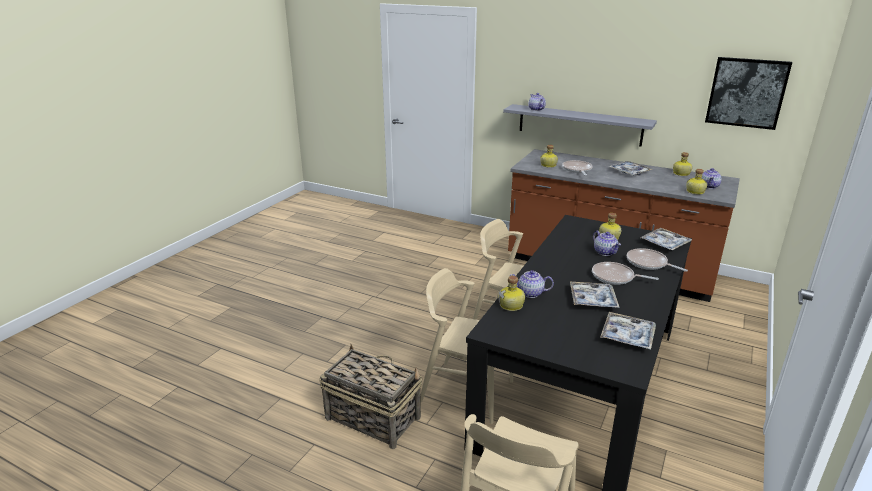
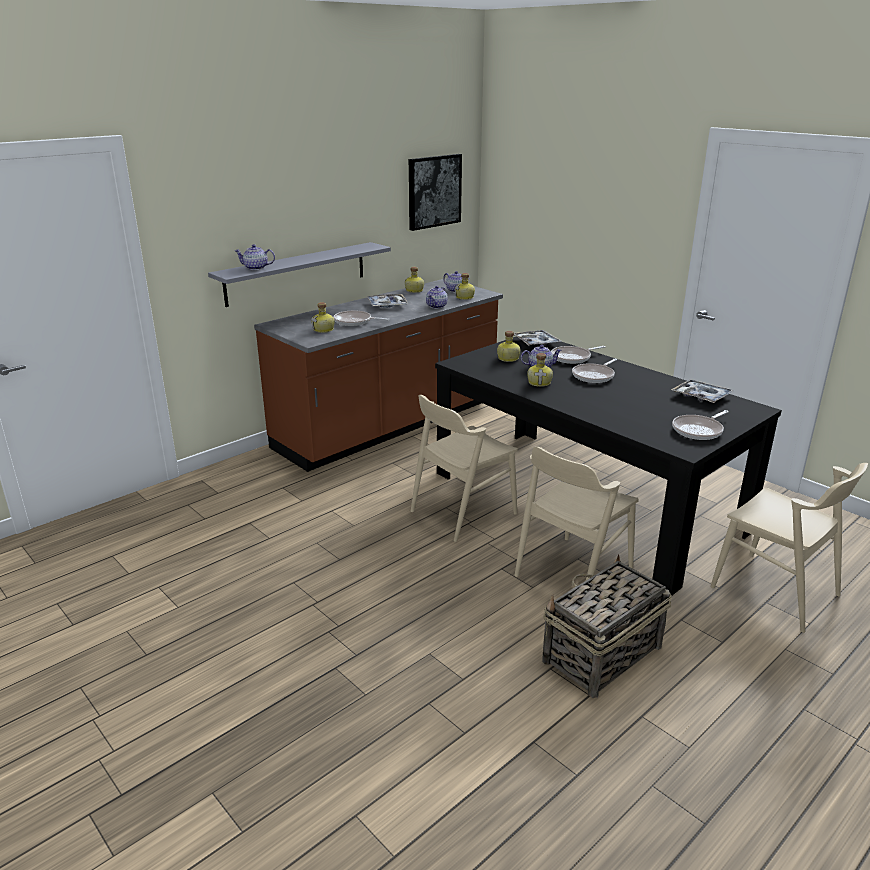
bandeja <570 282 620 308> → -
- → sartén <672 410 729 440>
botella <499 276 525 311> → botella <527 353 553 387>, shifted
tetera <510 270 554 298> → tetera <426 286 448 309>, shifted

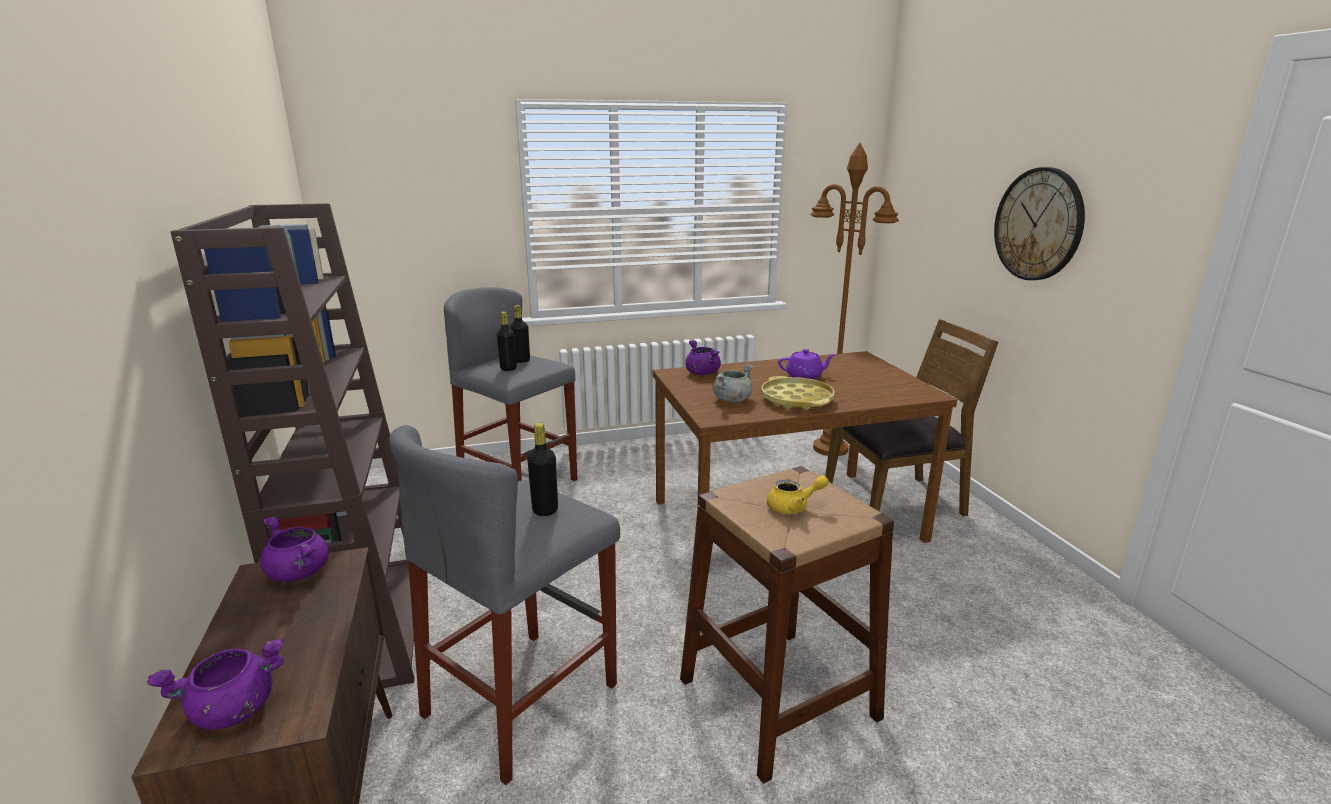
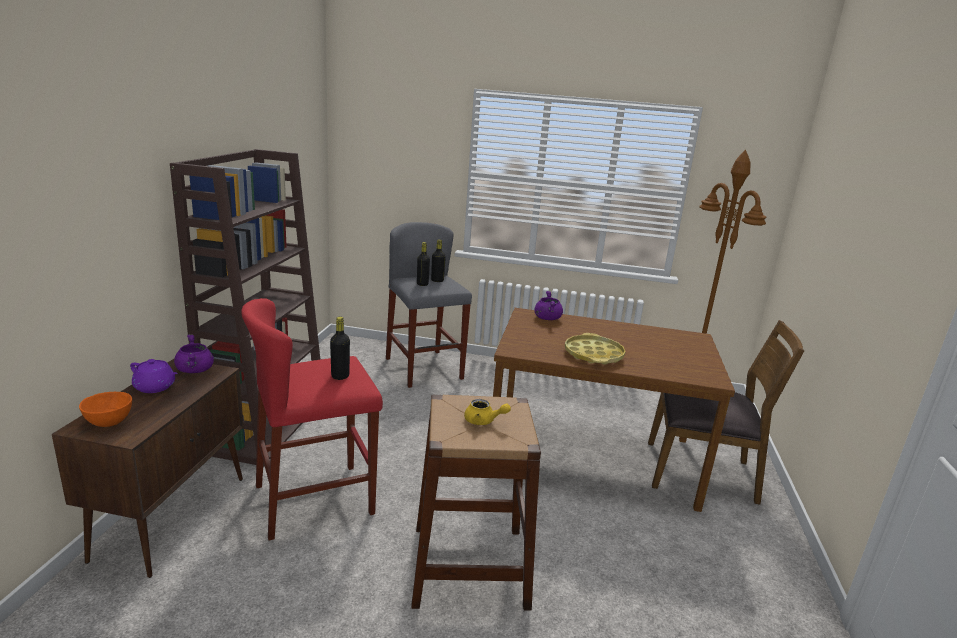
olla/gris <713 364 753 402> → -
reloj de pared <994 167 1085 280> → -
tetera/morado <778 349 836 379> → tetera/morado <130 359 178 393>, shifted
olla/morado <147 637 284 730> → cuenco/naranja <79 392 132 427>
taburete/gris <389 425 620 785> → taburete/rojo <241 298 383 540>

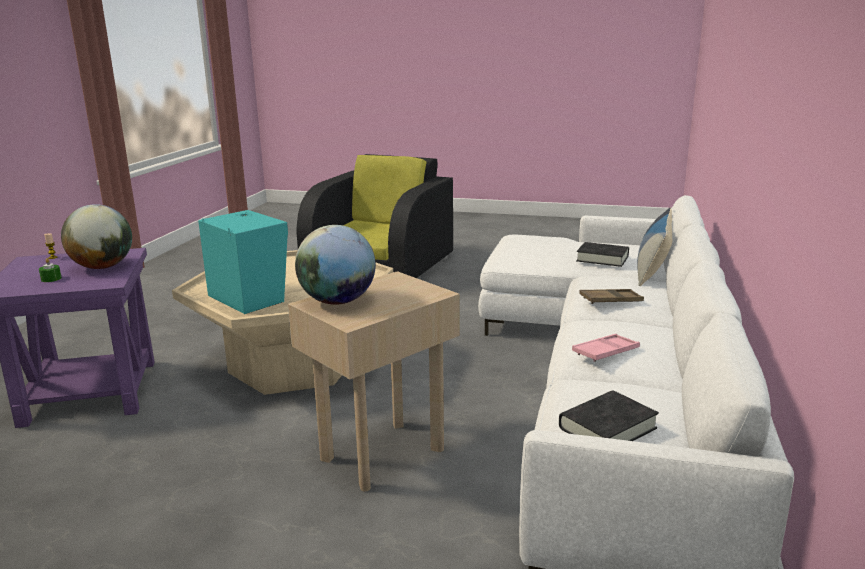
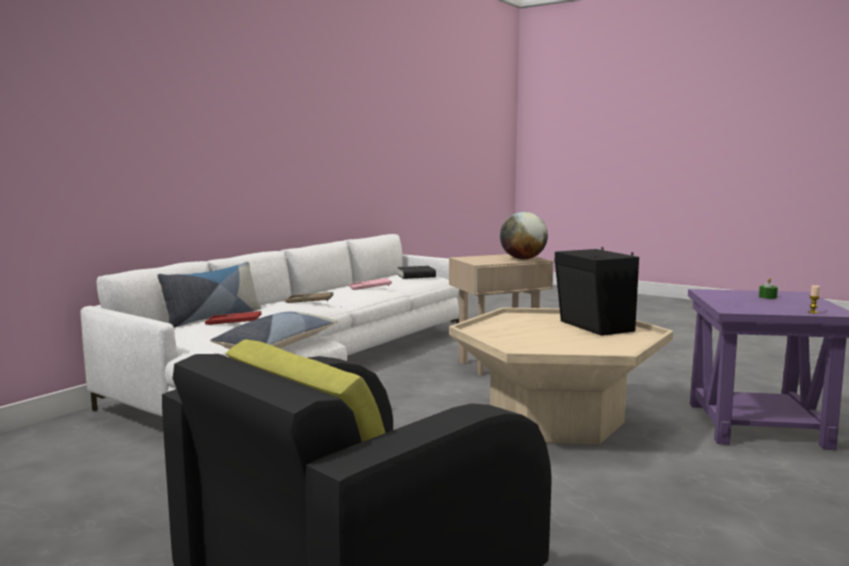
globo terráqueo <61 204 132 269> → -
- → cojín <210 311 338 349>
libro/negro <576 242 629 267> → bandeja/rojo <205 311 262 325>
altavoz/turquesa <198 210 288 314> → altavoz/negro <554 247 639 336>

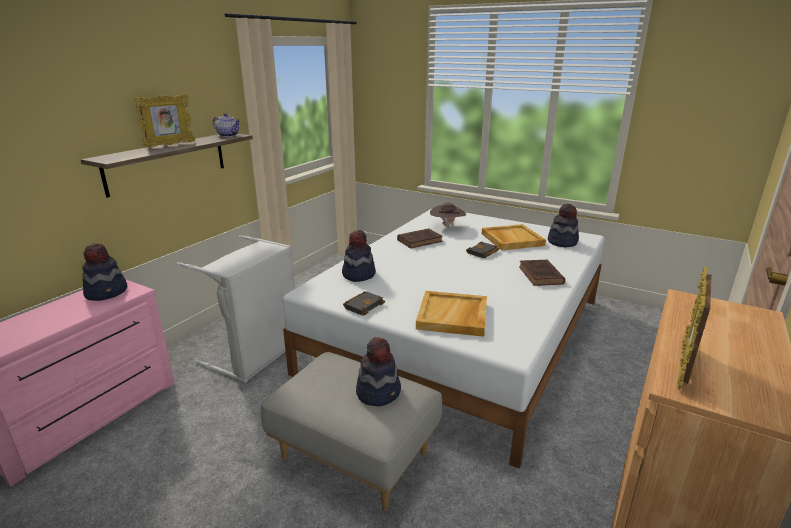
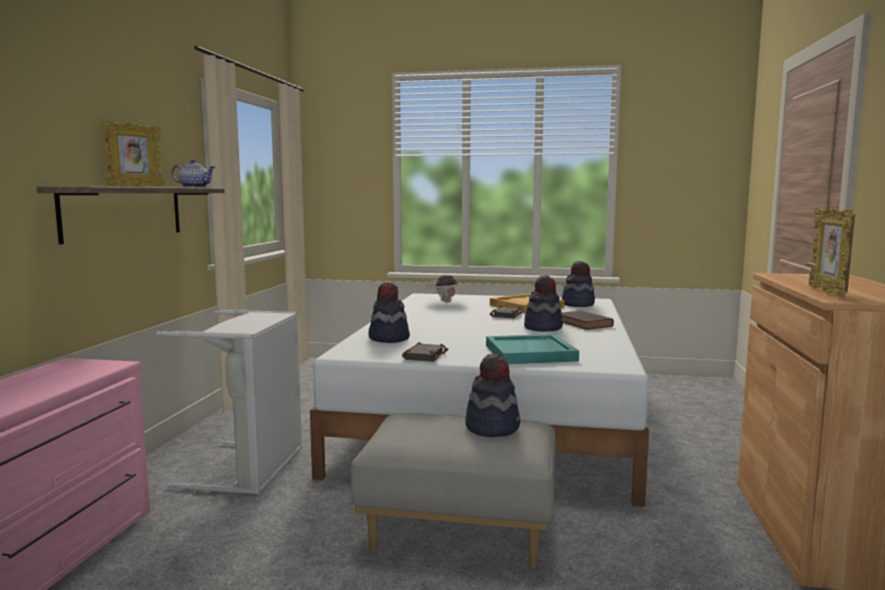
libro/marrón <397 228 443 249> → -
sombrero <82 243 127 301> → sombrero <524 275 563 332>, shifted
bandeja/beis <416 291 487 337> → bandeja/turquesa <486 334 579 364>

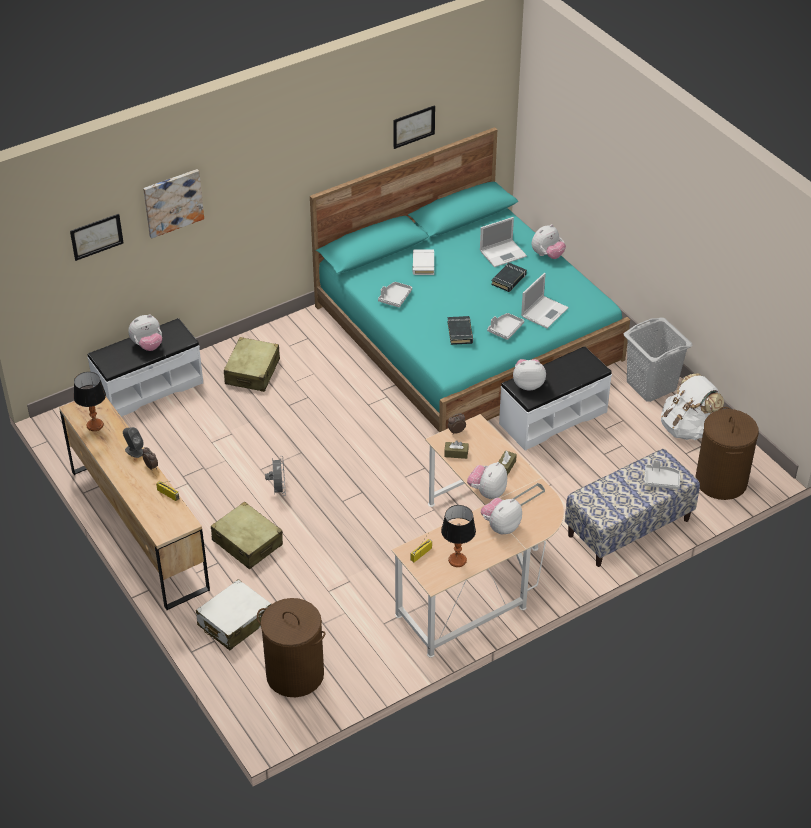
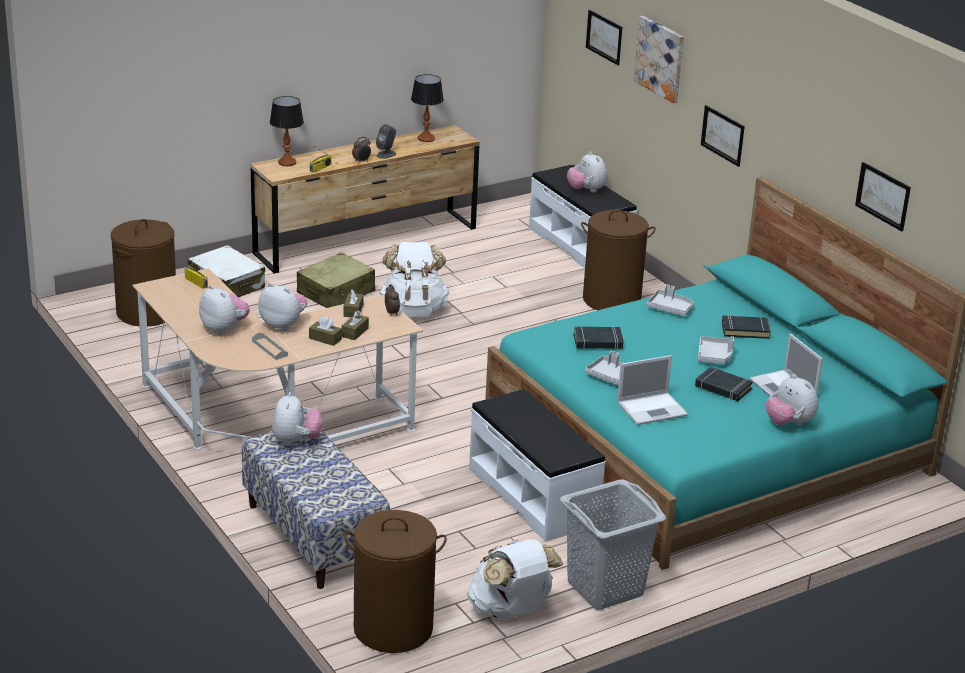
- → caja de pañuelos/marrón <342 310 369 340>
- → cuadro <701 105 745 167>
lámpara de mesa <441 505 476 567> → lámpara de mesa <270 96 304 166>, shifted
peluche <513 359 546 391> → peluche <272 392 322 446>, shifted
bandeja/gris <644 460 680 489> → bandeja/gris <698 336 734 364>, shifted
maleta/beis <224 337 280 392> → cesto de la ropa/marrón <581 210 656 310>
ventilador/gris <265 456 286 496> → mochila/blanco <379 242 449 317>
libro/blanco <413 249 434 275> → libro/negro <722 315 771 339>
portátil <521 273 569 328> → portátil <617 355 688 425>, 60 degrees counterclockwise

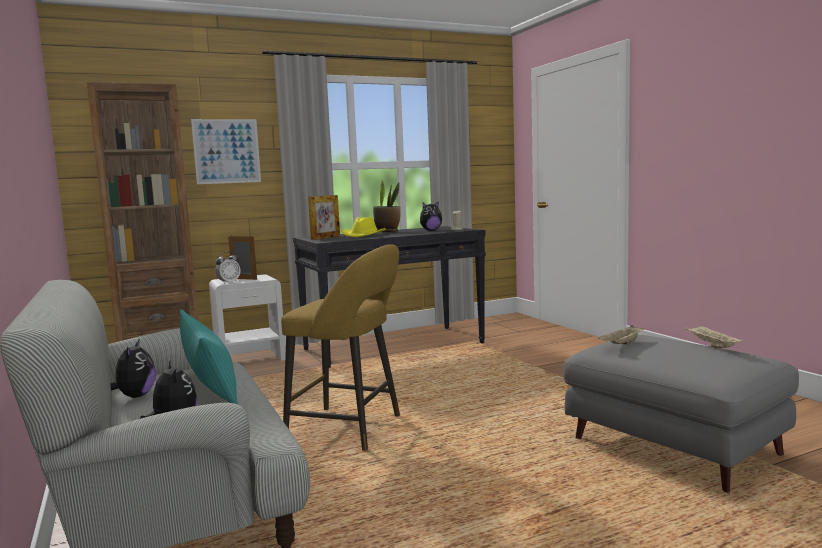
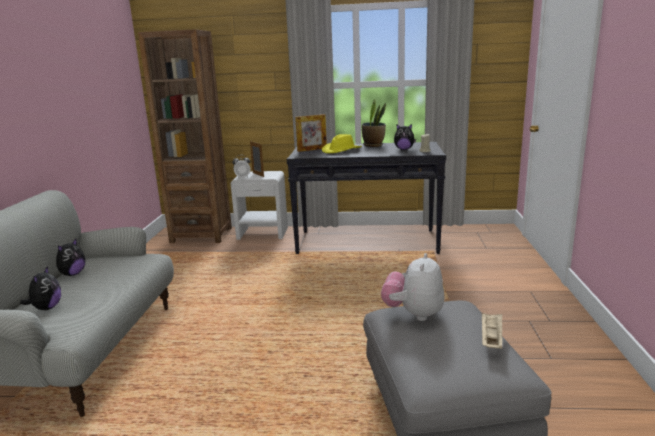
cojín/turquesa <180 310 238 405> → -
cuadro <191 119 261 184> → -
taburete/amarillo <281 244 400 451> → -
bandeja/beis <598 325 645 345> → peluche <381 253 444 321>

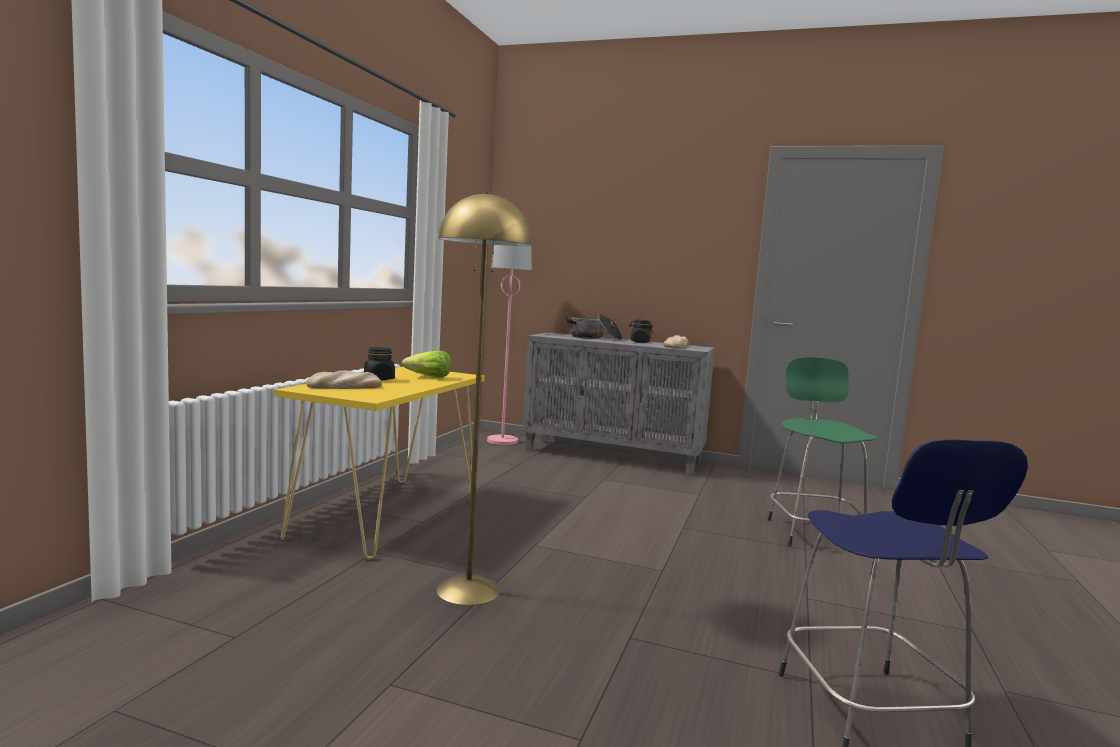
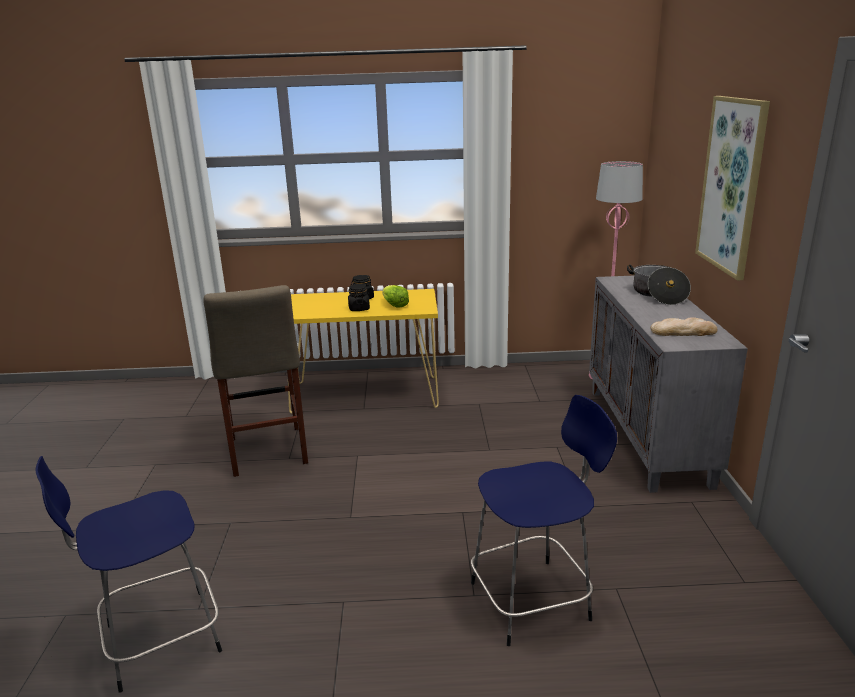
pan <306 371 382 389> → -
- → cuadro <695 96 770 280>
tarro/negro <629 320 653 343> → tarro/negro <348 284 370 311>, shifted
lámpara de pie/amarillo <436 191 531 605> → taburete/beis <203 285 308 477>
taburete/verde <768 357 877 547> → taburete/azul <471 395 617 646>

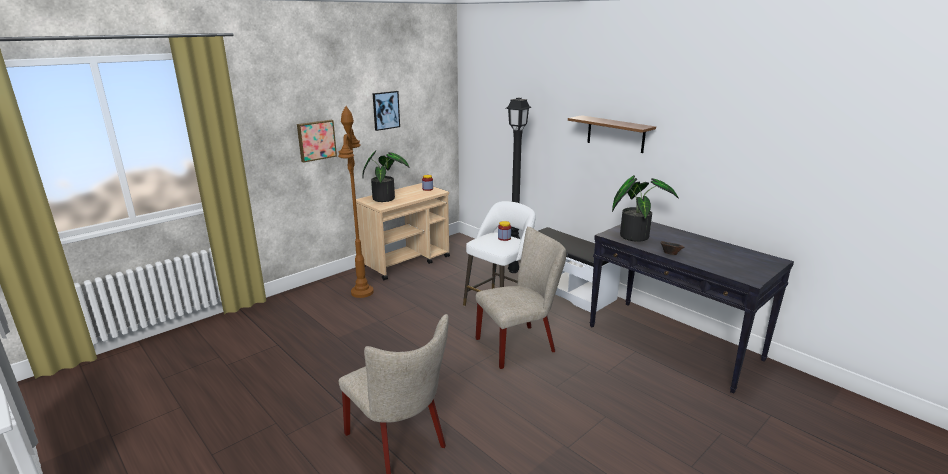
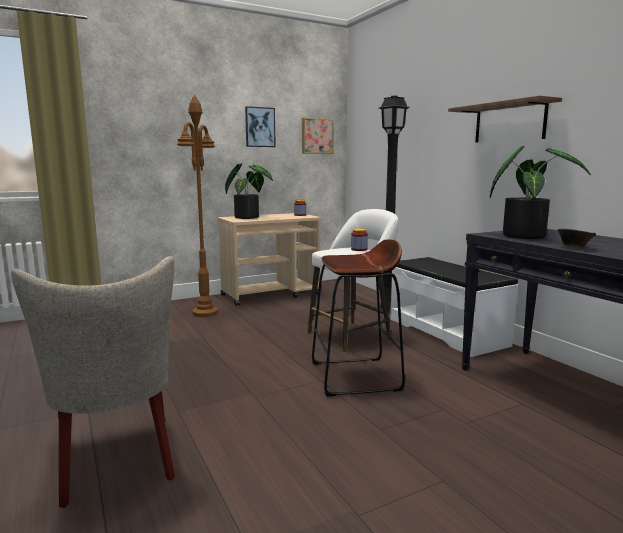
cuadro <297 120 337 163> → cuadro <302 118 334 154>, shifted
silla/beis <476 227 566 369> → taburete/marrón <312 239 405 397>

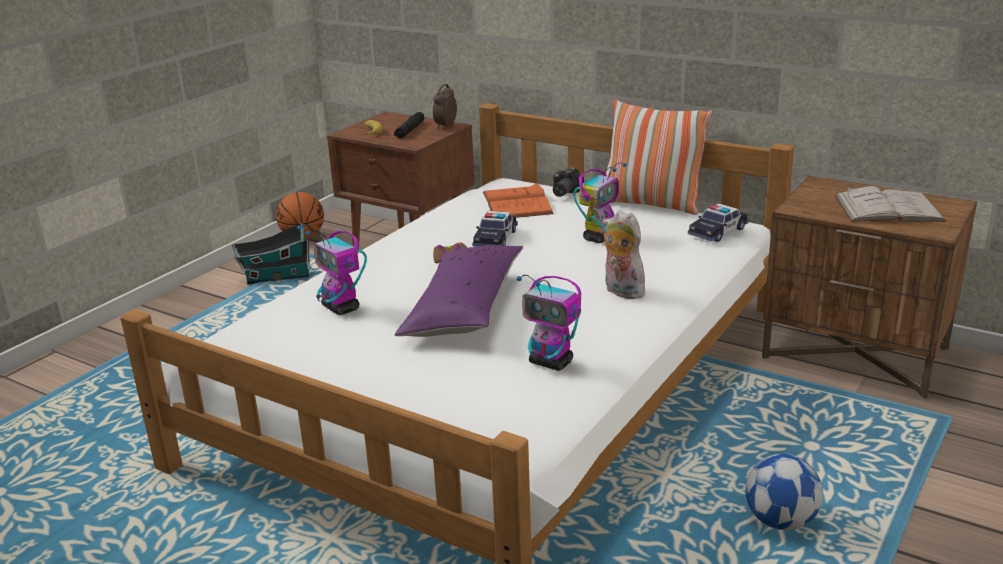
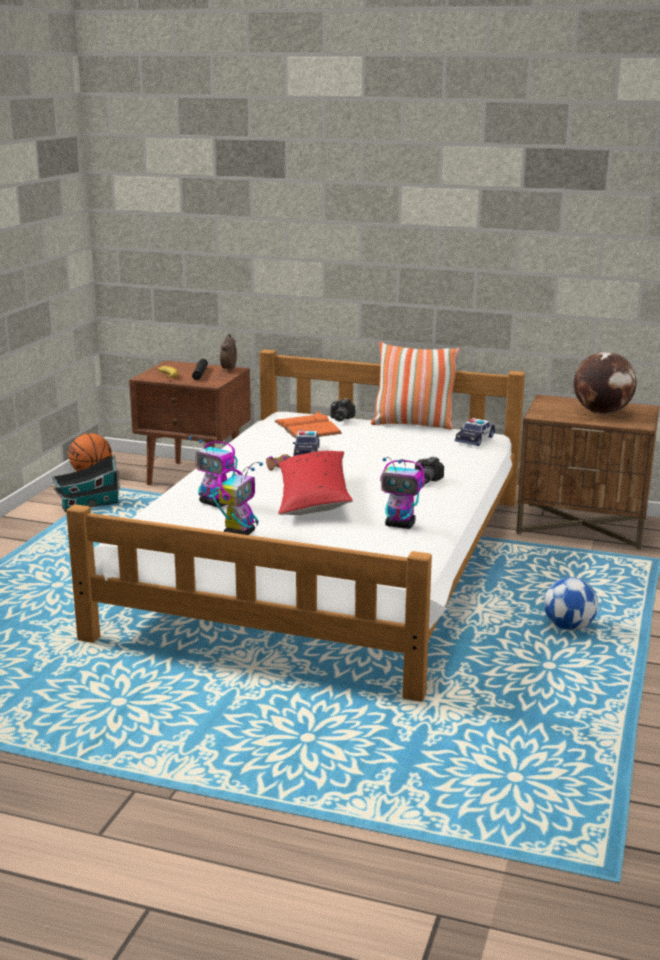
robot de juguete <573 163 626 243> → robot de juguete <212 462 263 535>, shifted
peluche <601 210 647 299> → cámara <415 456 444 484>
libro/blanco <835 186 946 222> → globo terráqueo <574 352 636 414>
cojín/morado <395 245 523 337> → cojín/rojo <278 451 353 515>

